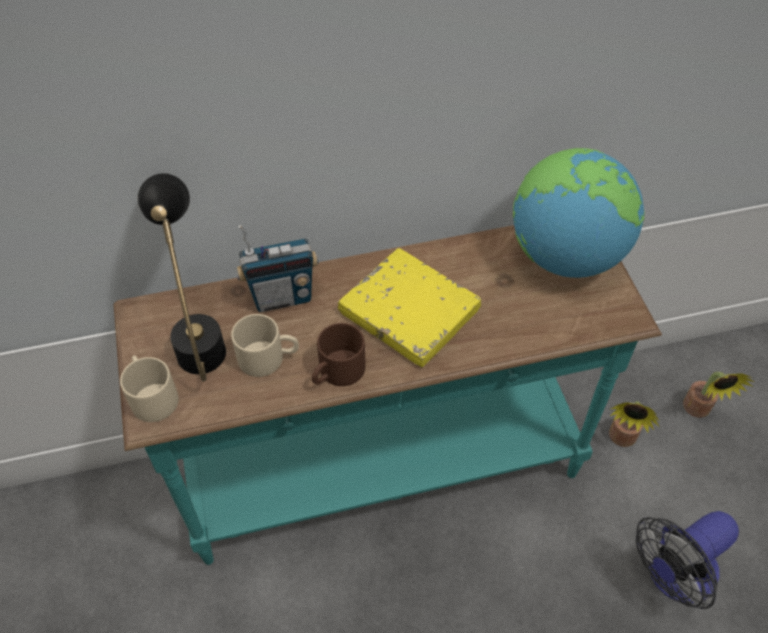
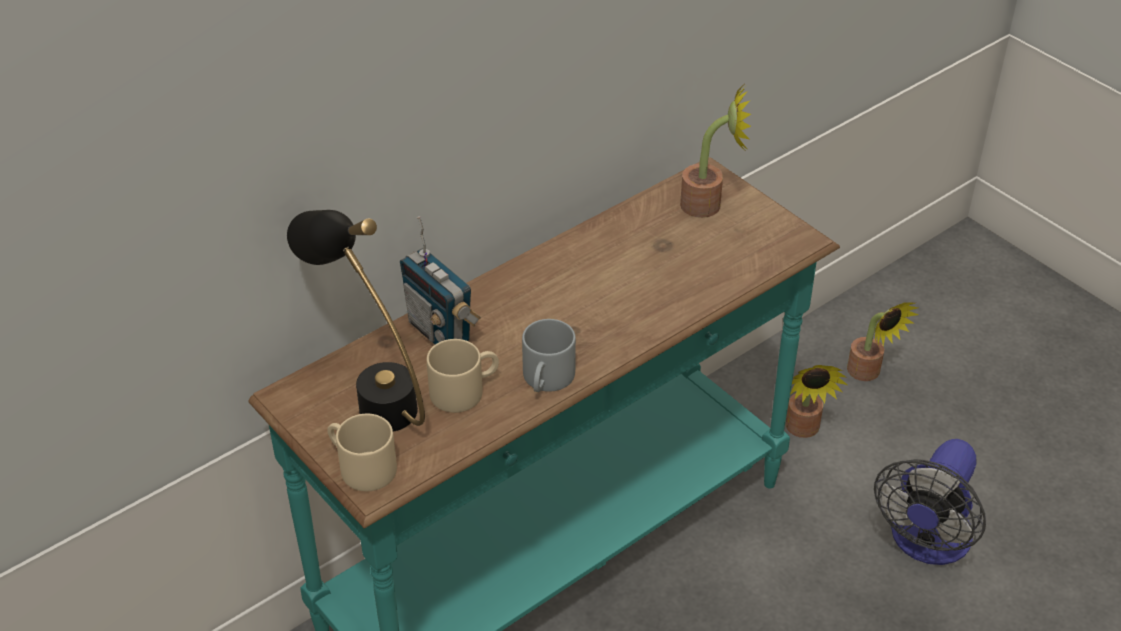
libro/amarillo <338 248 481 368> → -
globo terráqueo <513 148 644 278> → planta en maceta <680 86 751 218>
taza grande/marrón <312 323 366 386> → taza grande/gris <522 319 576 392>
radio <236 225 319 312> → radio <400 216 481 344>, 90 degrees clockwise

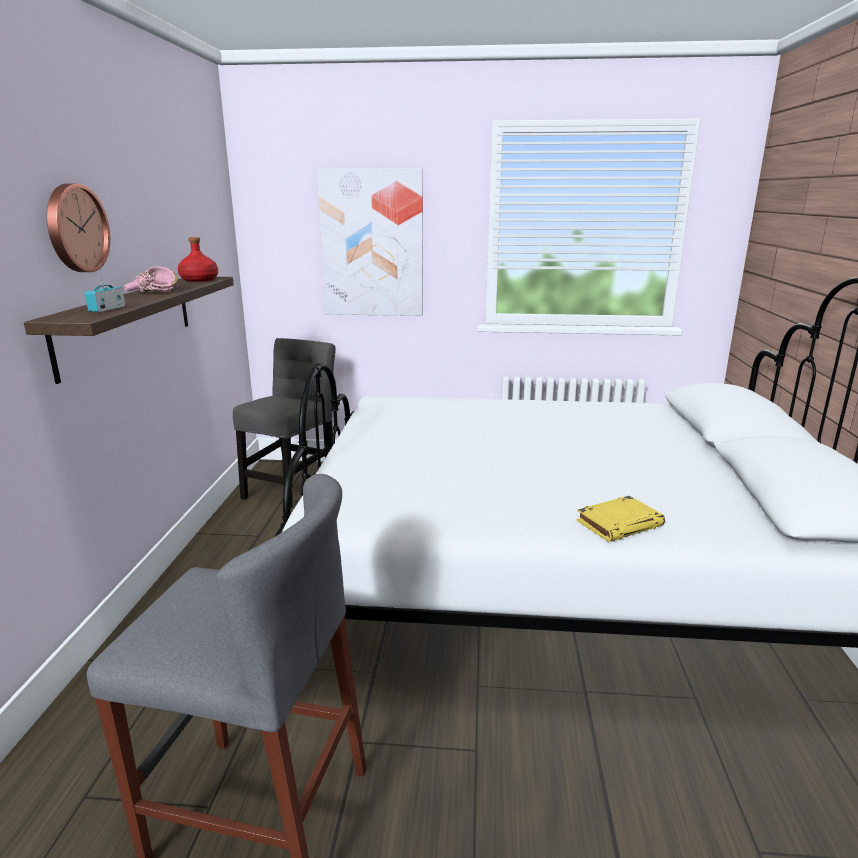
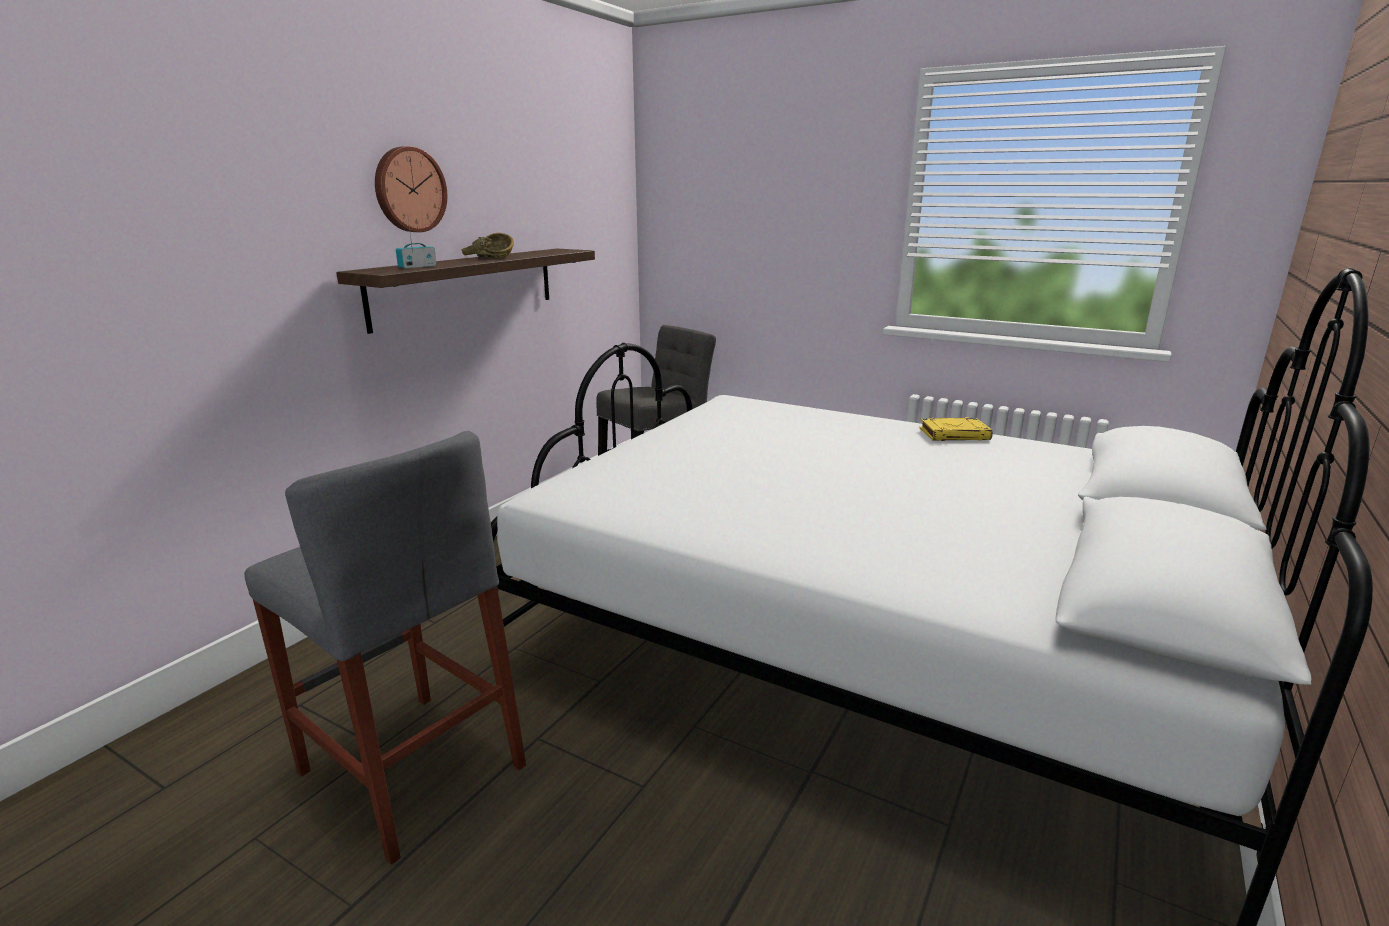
botella/rojo <178 237 218 282> → -
cuadro <317 168 423 316> → -
libro/amarillo <576 496 665 542> → libro/amarillo <920 417 993 441>, shifted
cuenco/rosa <124 267 178 292> → cuenco/marrón <462 233 514 259>

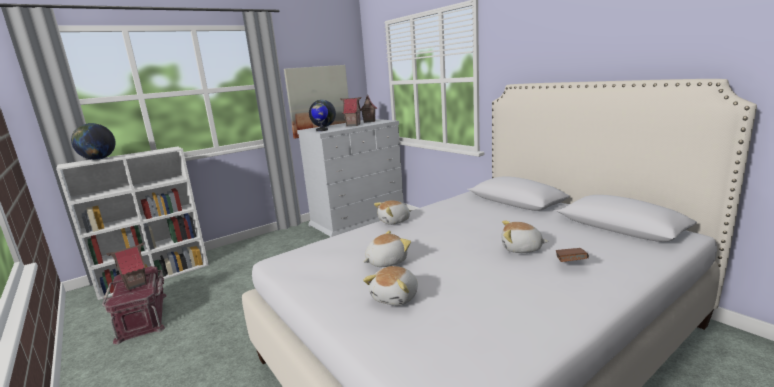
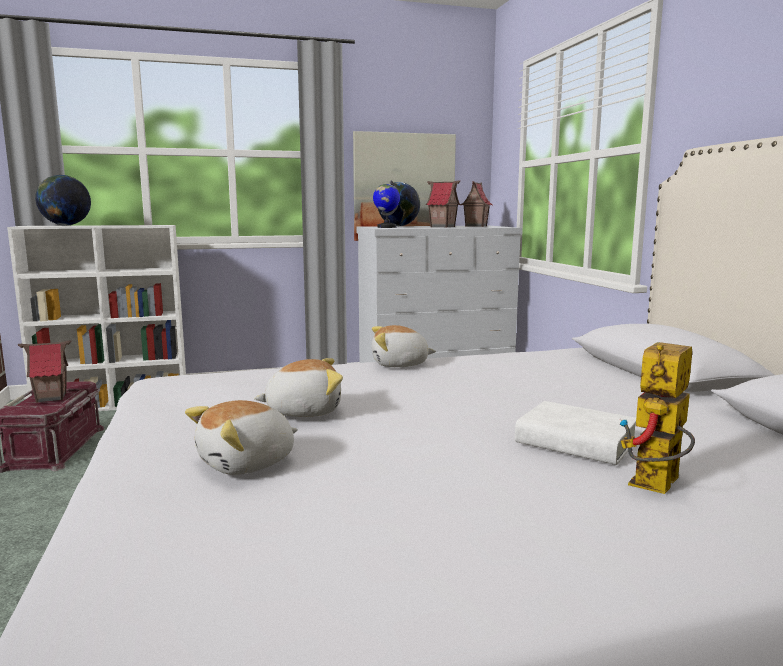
peluche <502 221 549 253> → libro/blanco <515 401 636 465>
libro/marrón <556 248 589 262> → robot de juguete <620 342 695 494>

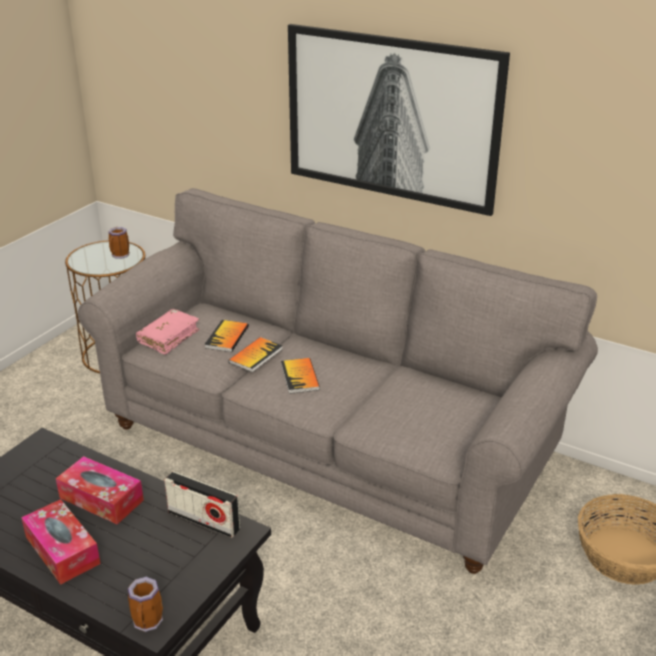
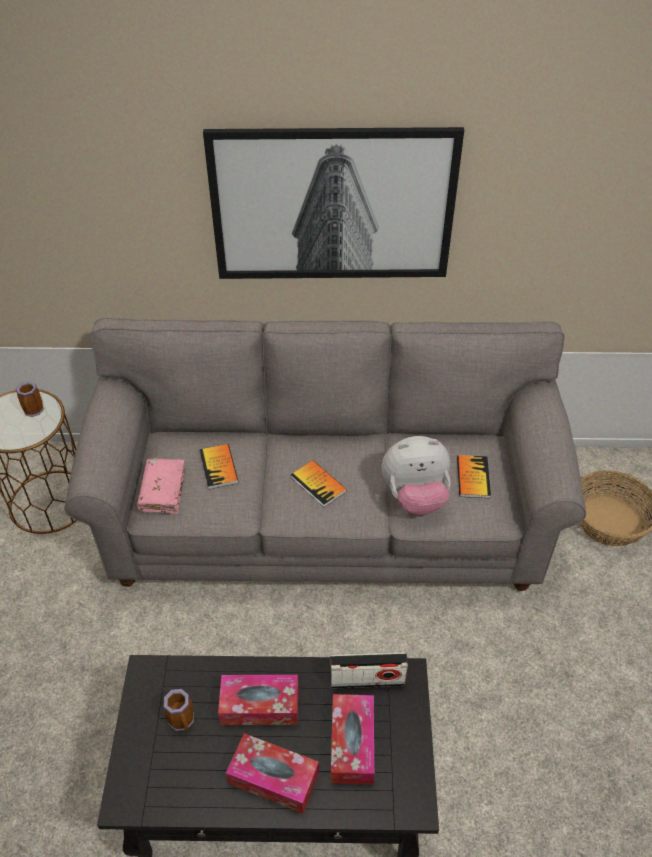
- → caja de pañuelos <331 694 374 785>
- → peluche <382 436 451 515>
taza grande <128 577 163 632> → taza grande <163 689 194 731>, shifted
libro <229 337 283 373> → libro <457 455 491 498>, shifted

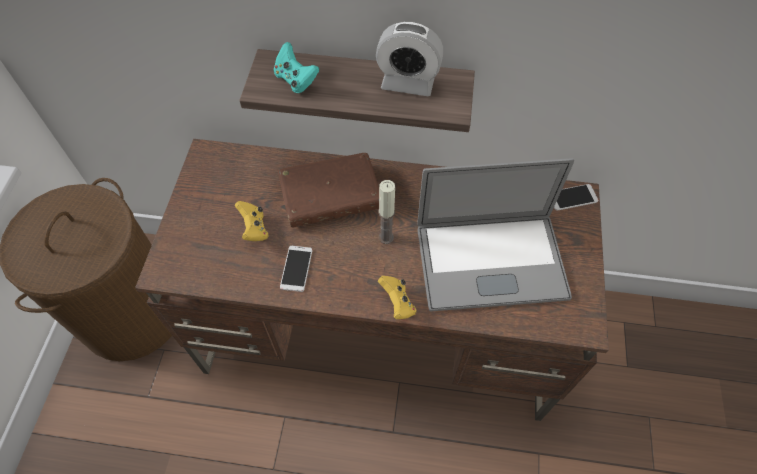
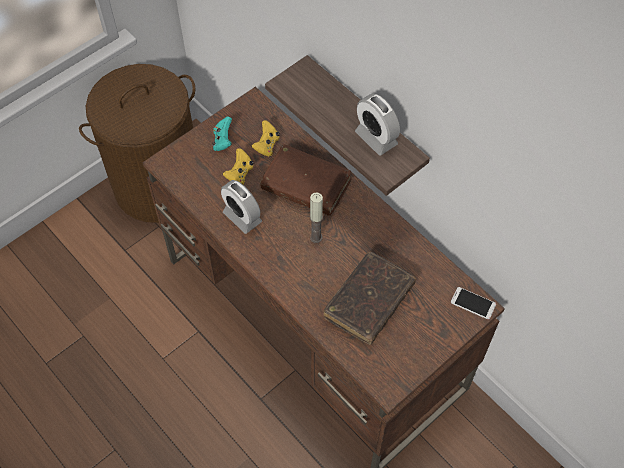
mando de consola/turquesa <274 42 319 93> → mando de consola/turquesa <212 117 232 151>, shifted
mando de consola/amarillo <378 276 416 319> → mando de consola/amarillo <252 120 280 156>, shifted
móvil <280 246 312 292> → despertador <221 180 262 234>
portátil <417 158 574 312> → libro/marrón <323 251 416 345>

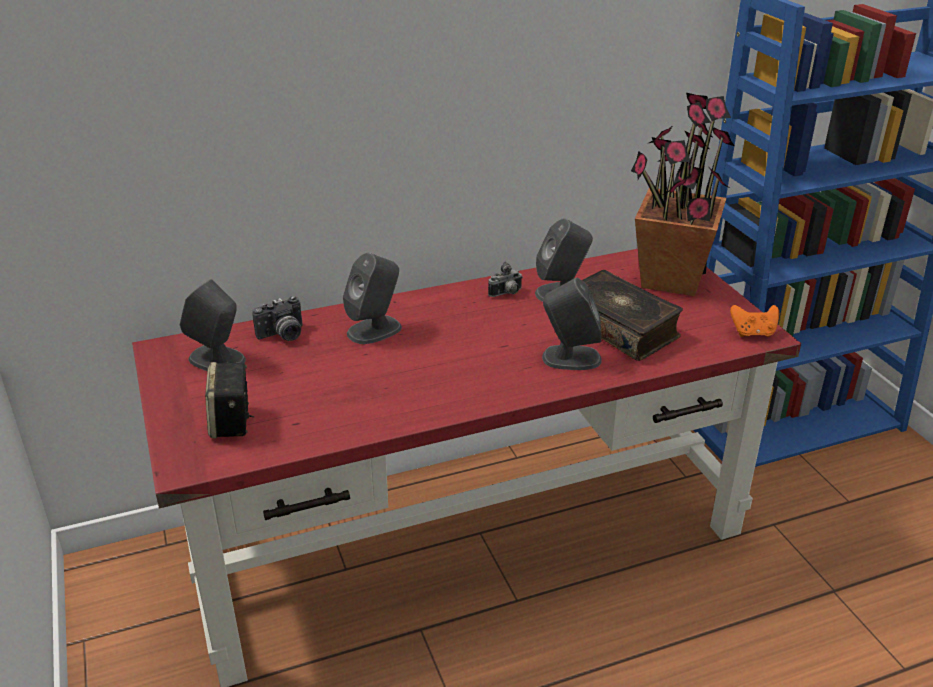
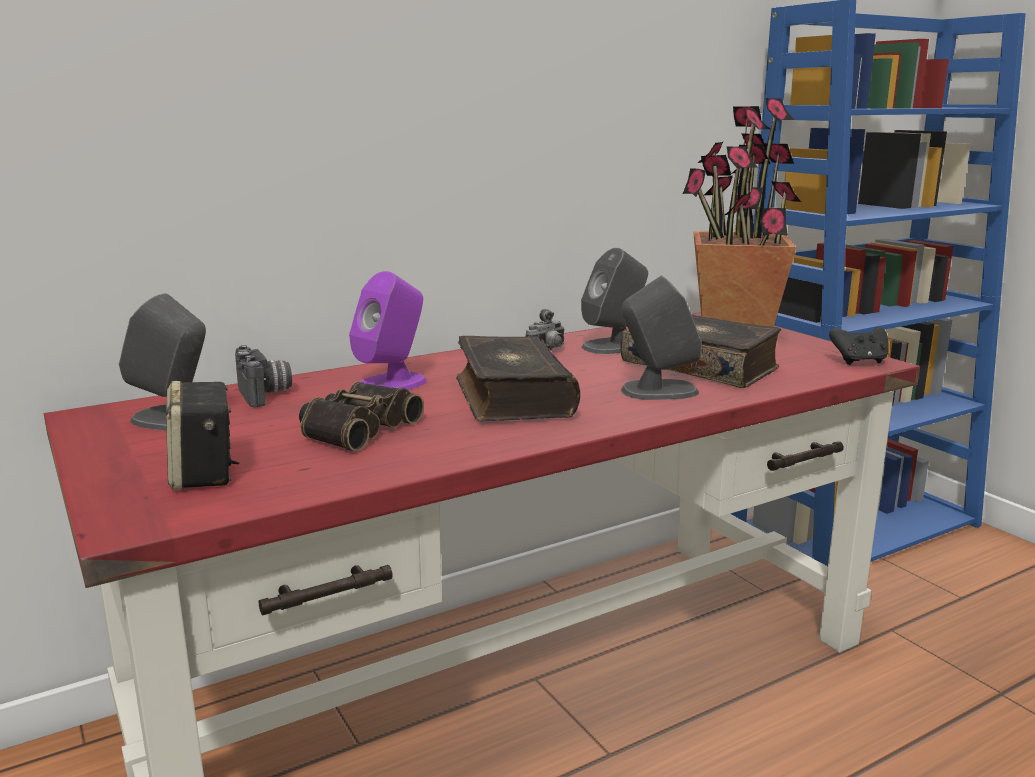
- → prismáticos <299 382 424 451>
- → libro <456 336 580 421>
altavoz/gris <343 253 402 344> → altavoz/morado <349 271 427 390>
mando de consola/naranja <730 305 779 337> → mando de consola/negro <829 326 888 365>
cámara <252 296 303 341> → cámara <235 345 292 407>, 75 degrees counterclockwise

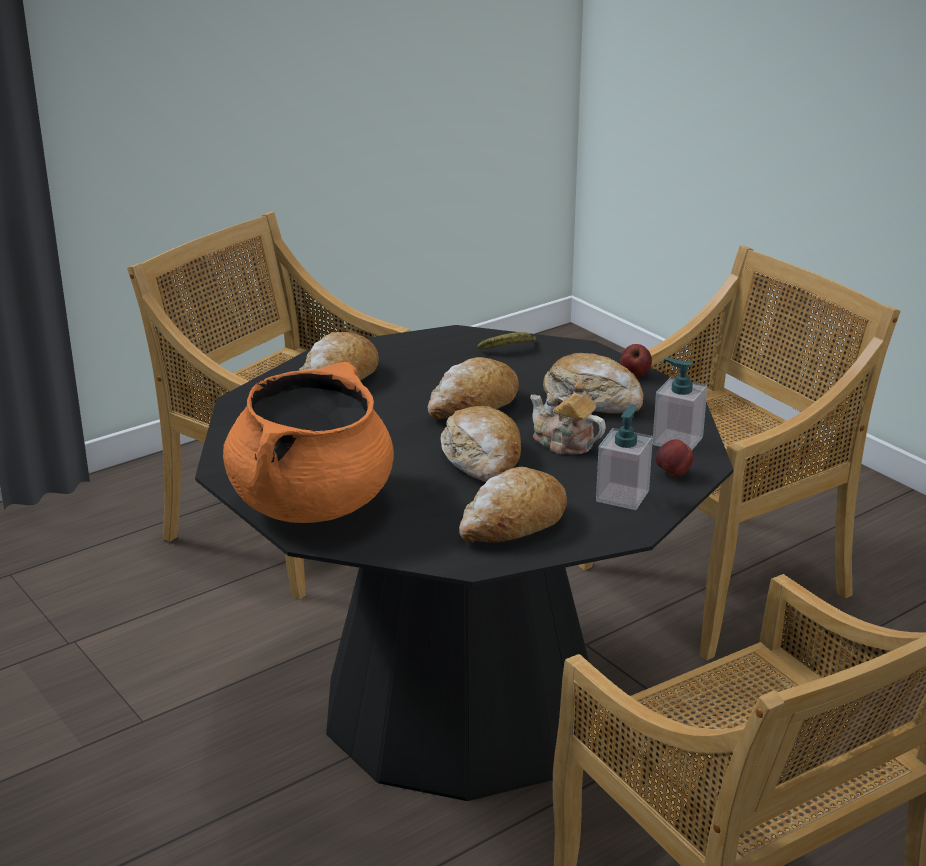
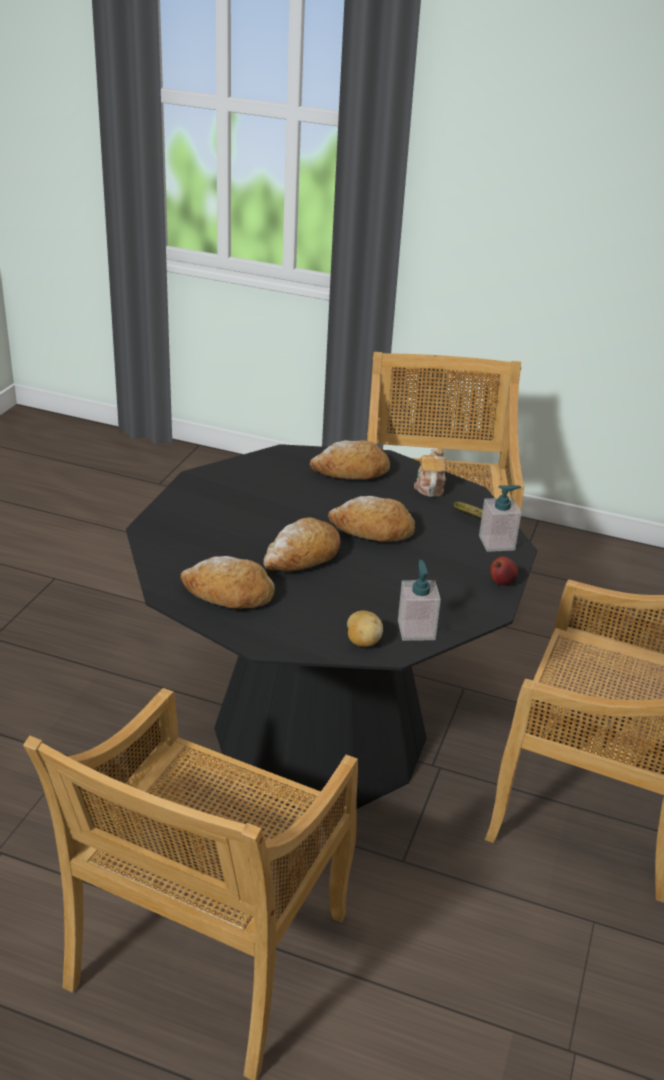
olla/naranja <223 362 394 523> → -
pan <543 353 644 414> → -
tetera <530 381 606 455> → tetera <414 448 446 497>, shifted
dispensador de jabón <596 404 653 510> → dispensador de jabón <479 485 521 552>, shifted
manzana <656 439 693 477> → patata <347 611 383 647>

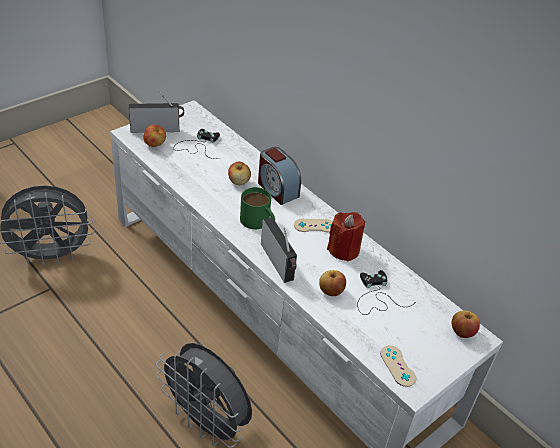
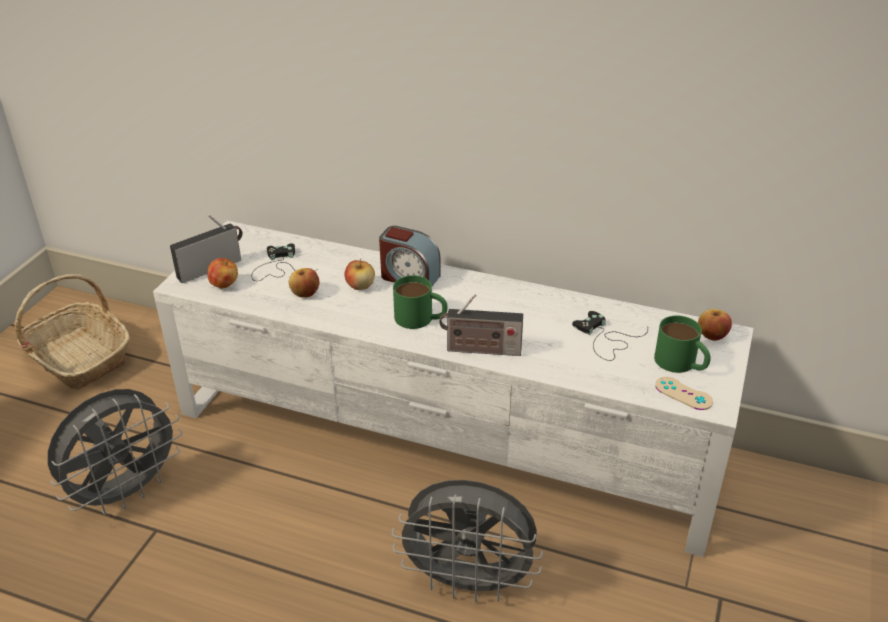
mando de consola/beis <294 219 333 232> → -
vela/rojo <327 212 365 261> → -
- → cesta <15 274 130 389>
- → taza grande/verde <654 315 711 373>
manzana <319 270 346 296> → manzana <289 268 319 298>, shifted
radio <261 217 297 283> → radio <439 294 523 356>, 150 degrees clockwise

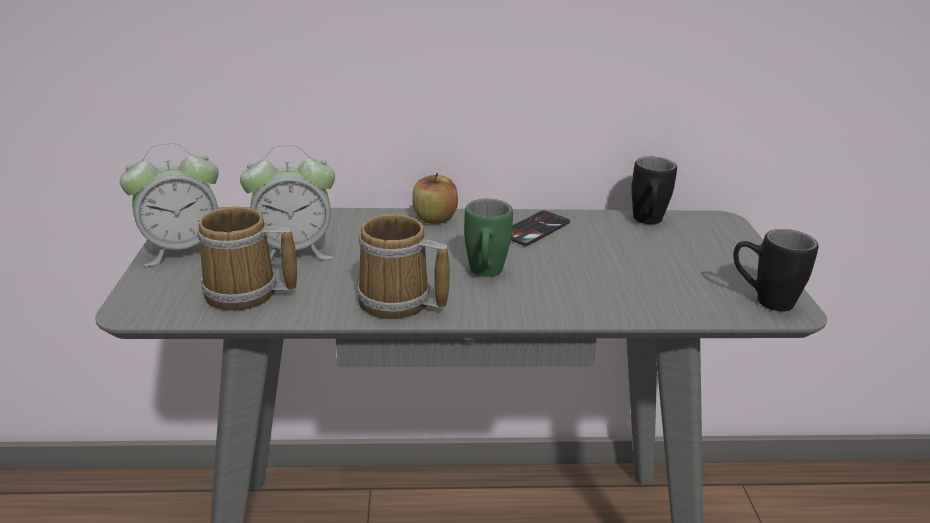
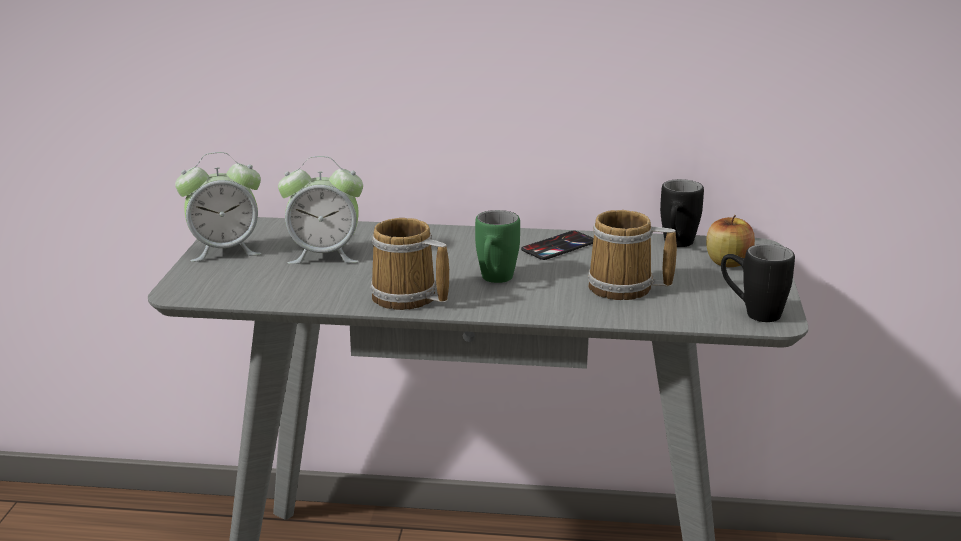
taza grande <197 206 297 311> → taza grande <588 210 677 300>, shifted
manzana <412 173 458 224> → manzana <706 215 755 267>, shifted

